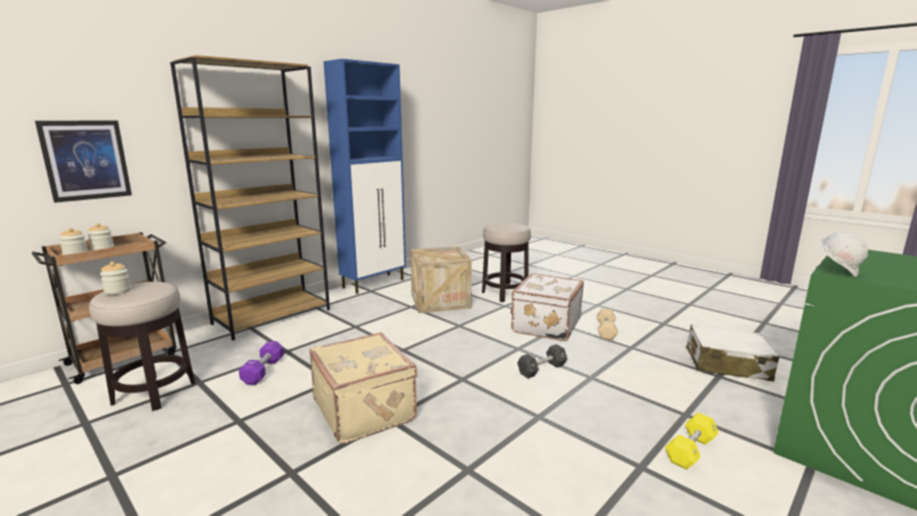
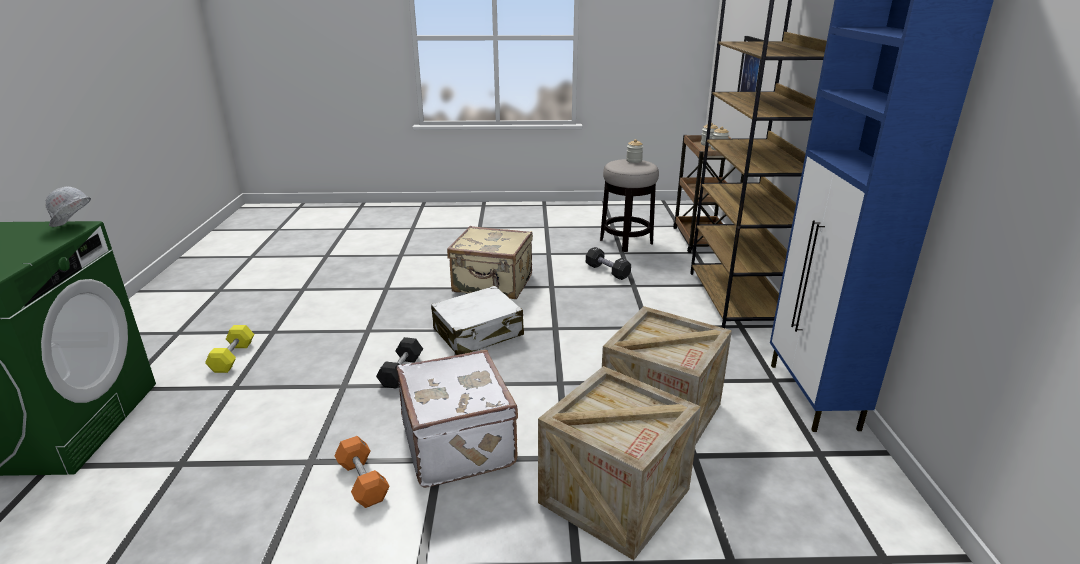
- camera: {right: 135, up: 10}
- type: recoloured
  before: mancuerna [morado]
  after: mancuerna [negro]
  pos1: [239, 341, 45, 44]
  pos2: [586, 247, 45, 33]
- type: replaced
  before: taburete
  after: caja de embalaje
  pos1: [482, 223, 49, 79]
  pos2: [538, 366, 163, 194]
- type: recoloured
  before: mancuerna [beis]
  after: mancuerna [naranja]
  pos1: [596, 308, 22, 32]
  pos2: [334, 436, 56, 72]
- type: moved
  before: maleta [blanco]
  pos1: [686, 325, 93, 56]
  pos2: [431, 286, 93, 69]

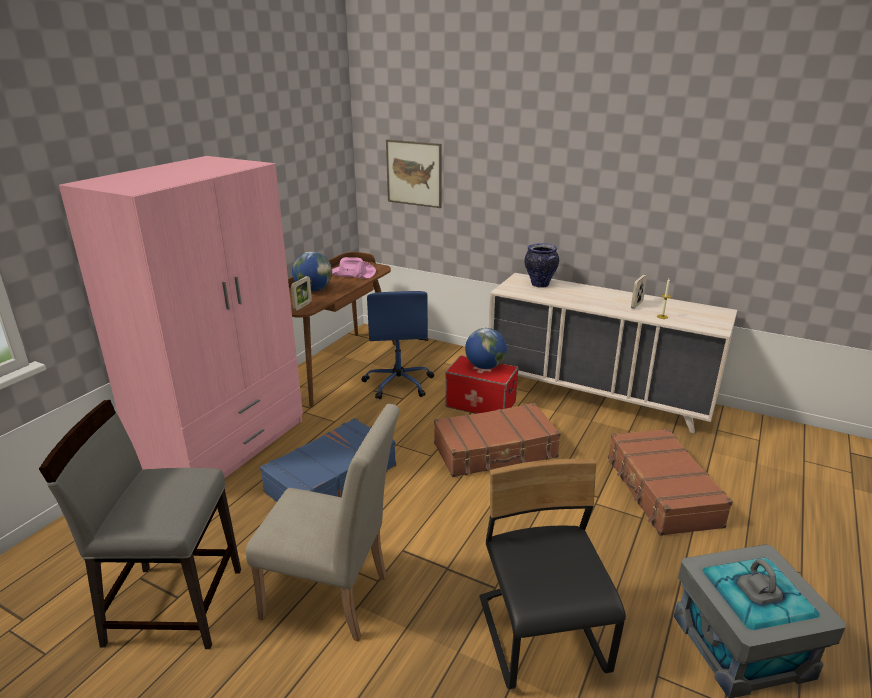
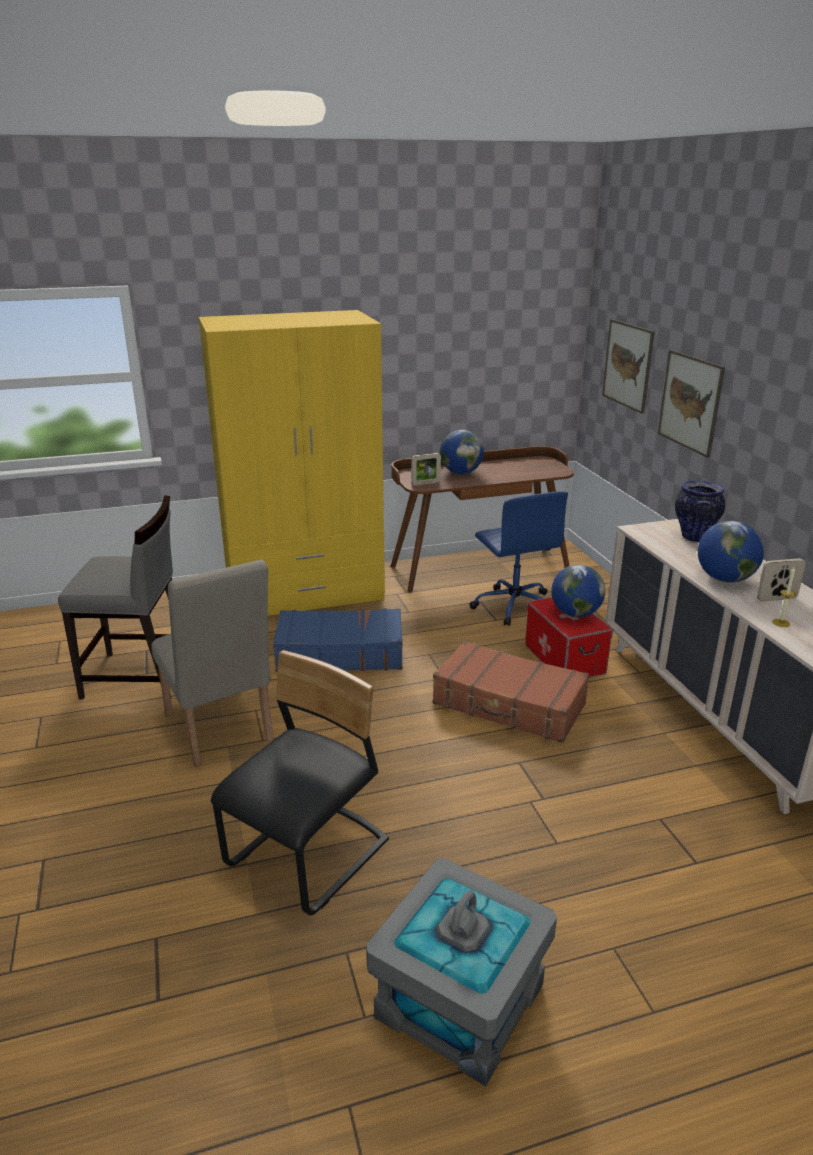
- camera: {right: 45, up: 0}
- type: turned
  before: silla [gris]
  pos1: [39, 400, 202, 249]
  pos2: [58, 495, 115, 205]
  turn: 135
- type: recoloured
  before: armario ropero [rosa]
  after: armario ropero [amarillo]
  pos1: [59, 156, 244, 323]
  pos2: [199, 310, 186, 306]
- type: removed
  before: sombrero [rosa]
  pos1: [332, 257, 44, 21]
- type: turned
  before: silla de oficina [azul]
  pos1: [361, 291, 73, 108]
  pos2: [470, 491, 98, 135]
  turn: -60
- type: removed
  before: maleta [marrón]
  pos1: [608, 428, 125, 108]
- type: added
  after: cuadro
  pos2: [658, 350, 67, 108]
- type: added
  after: globo terráqueo
  pos2: [698, 521, 66, 61]

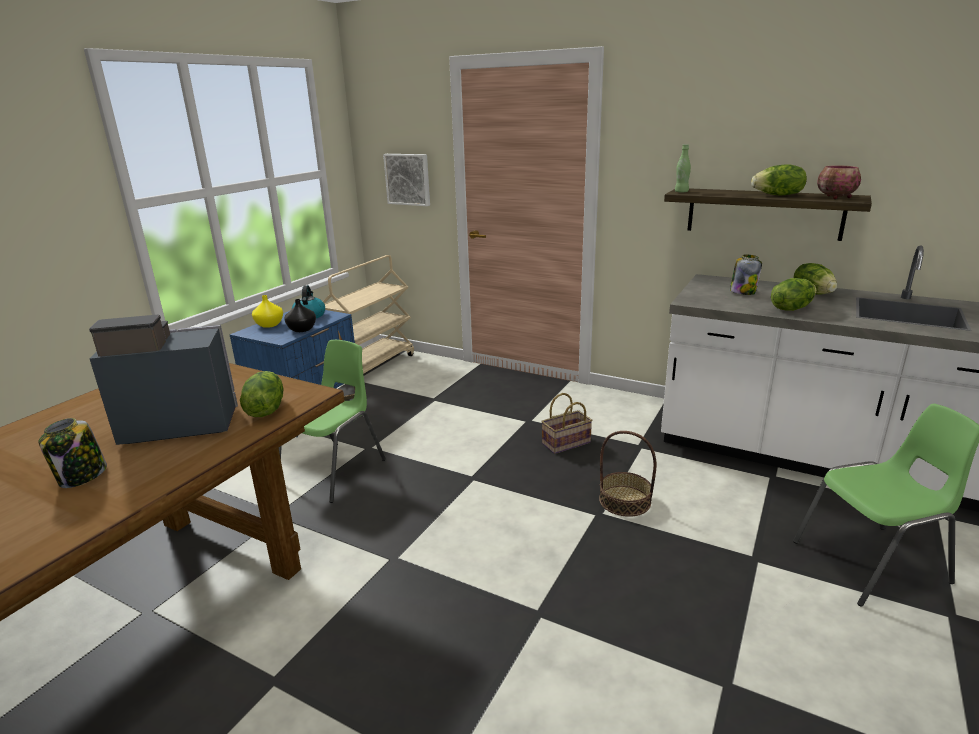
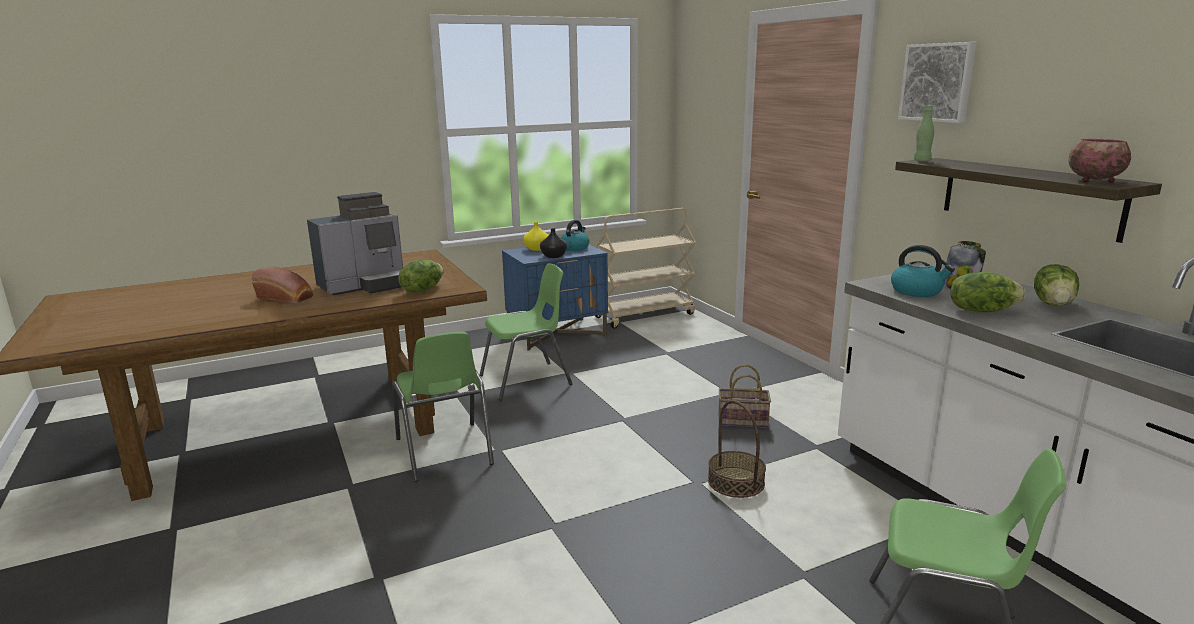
- camera: {right: 35, up: -5}
- type: replaced
  before: tarro
  after: pan
  pos1: [38, 418, 69, 70]
  pos2: [252, 267, 61, 36]
- type: turned
  before: cafetera
  pos1: [89, 315, 149, 130]
  pos2: [307, 192, 96, 103]
  turn: 120
- type: moved
  before: cuadro
  pos1: [383, 154, 47, 52]
  pos2: [898, 42, 79, 81]
- type: removed
  before: lechuga
  pos1: [751, 165, 56, 31]
- type: added
  after: silla [verde]
  pos2: [392, 332, 102, 150]
- type: added
  after: hervidor
  pos2: [891, 245, 64, 52]

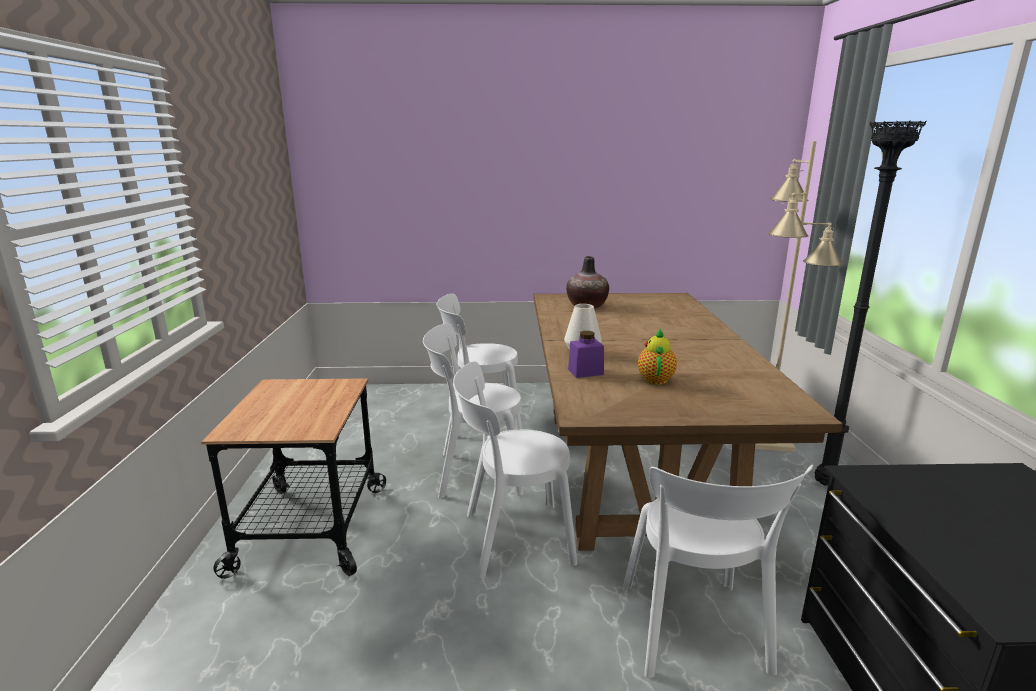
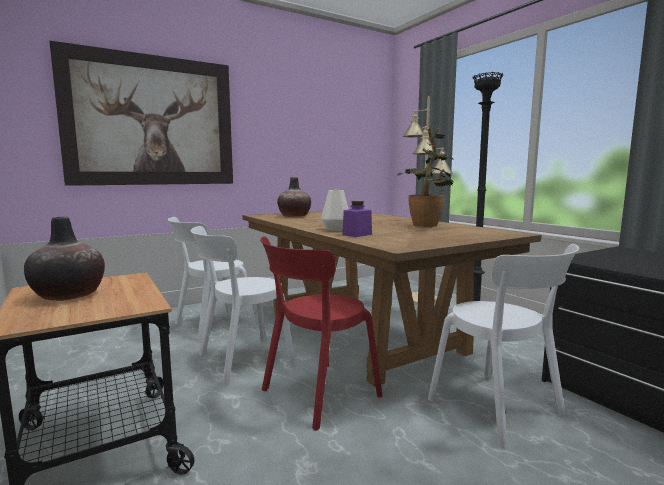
- camera: {right: -30, up: -10}
- type: recoloured
  before: silla [blanco]
  after: silla [rojo]
  pos1: [453, 361, 125, 217]
  pos2: [260, 236, 123, 195]
- type: removed
  before: tetera
  pos1: [638, 328, 39, 57]
- type: added
  after: florero
  pos2: [24, 217, 81, 84]
- type: added
  after: cuadro
  pos2: [49, 40, 184, 146]
- type: added
  after: planta en maceta
  pos2: [397, 128, 58, 99]

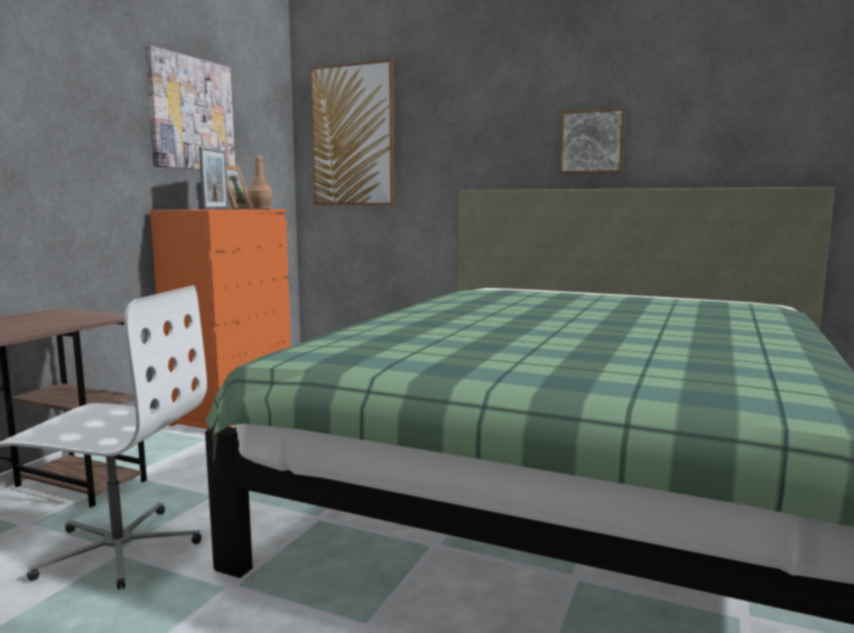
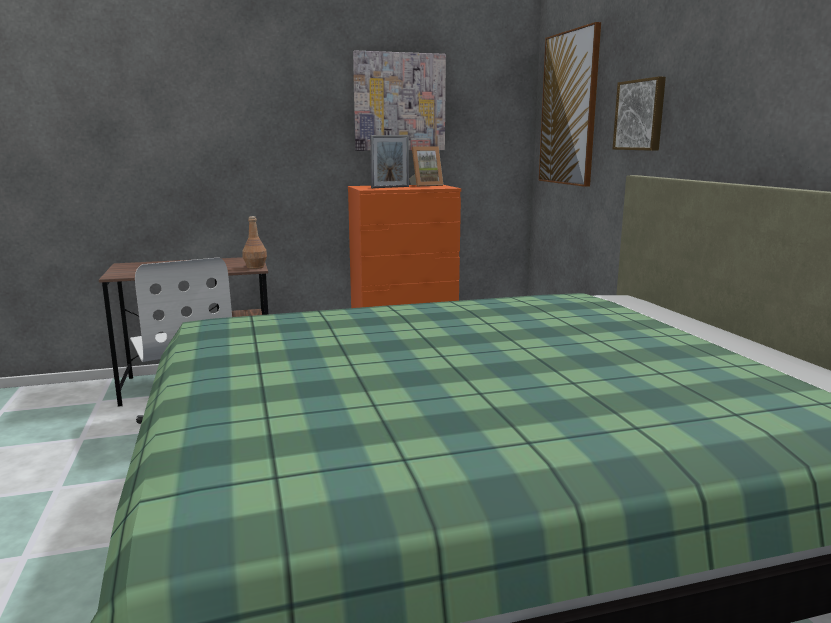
- camera: {right: 50, up: 5}
- type: moved
  before: botella [marrón]
  pos1: [248, 156, 25, 53]
  pos2: [242, 216, 25, 53]
- type: moved
  before: cuadro
  pos1: [560, 108, 65, 66]
  pos2: [613, 76, 53, 75]

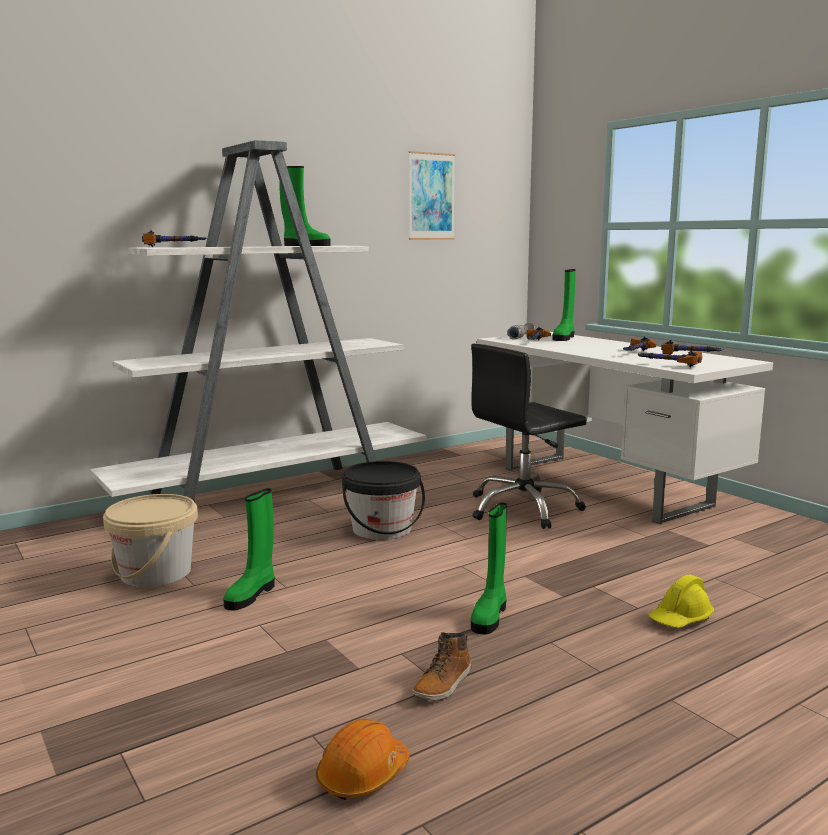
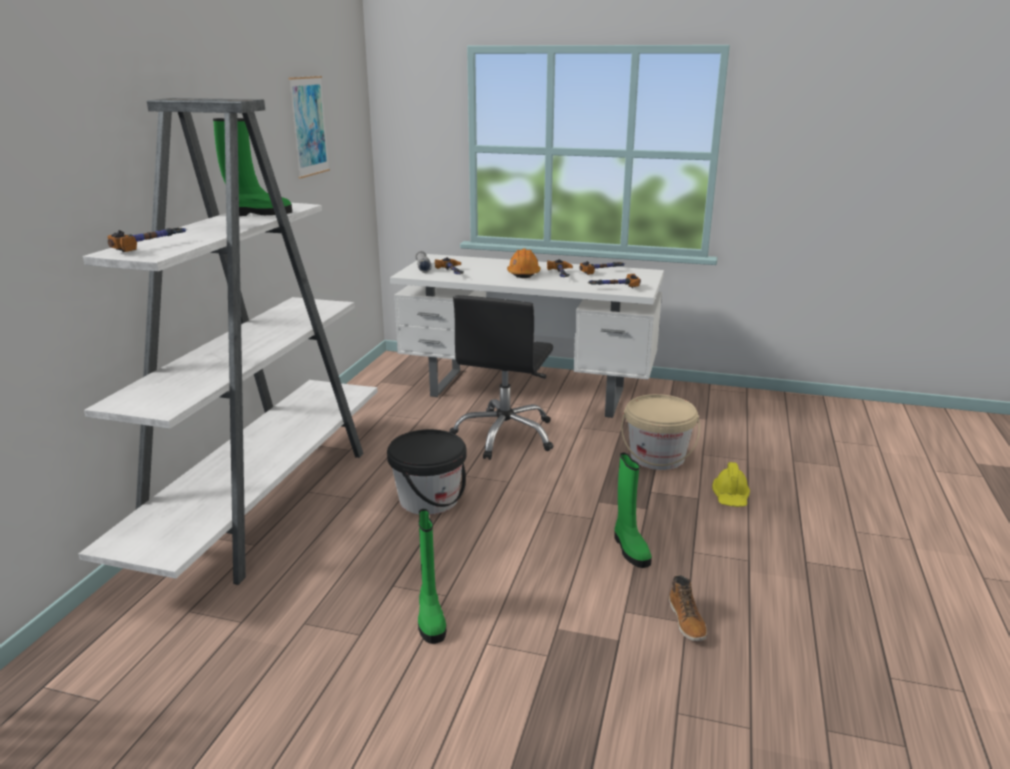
- camera: {right: -40, up: 10}
- type: moved
  before: cubo [beis]
  pos1: [103, 494, 95, 93]
  pos2: [621, 394, 79, 76]
- type: moved
  before: casco [naranja]
  pos1: [316, 719, 94, 81]
  pos2: [507, 248, 34, 30]
- type: removed
  before: bota [verde]
  pos1: [552, 269, 24, 72]

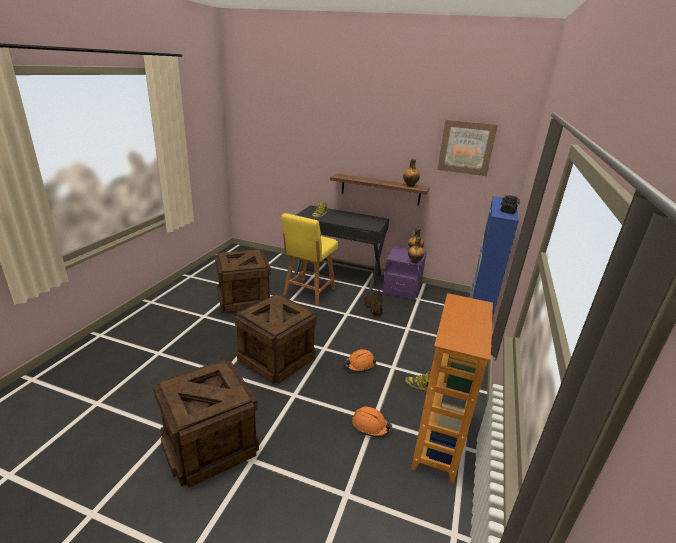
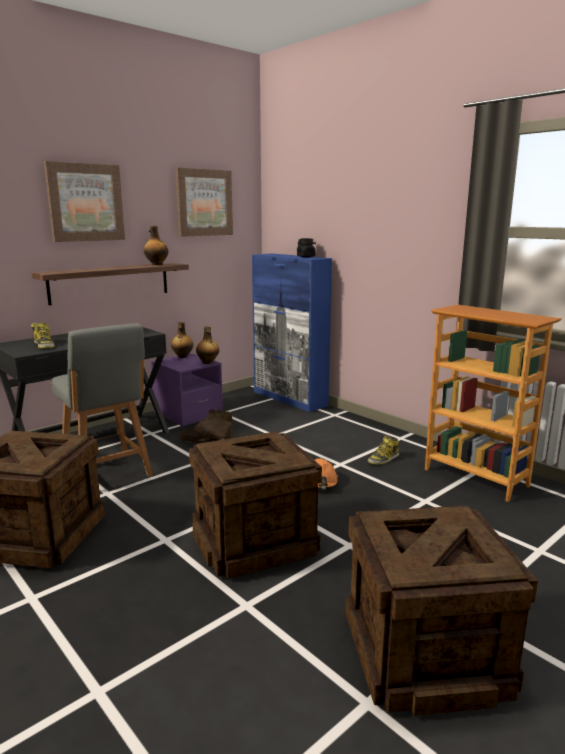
- camera: {right: -60, up: -10}
- type: recoloured
  before: silla [amarillo]
  after: silla [gris]
  pos1: [282, 213, 56, 93]
  pos2: [51, 323, 102, 153]
- type: removed
  before: casco [naranja]
  pos1: [352, 406, 40, 31]
- type: added
  after: cuadro
  pos2: [44, 161, 81, 81]

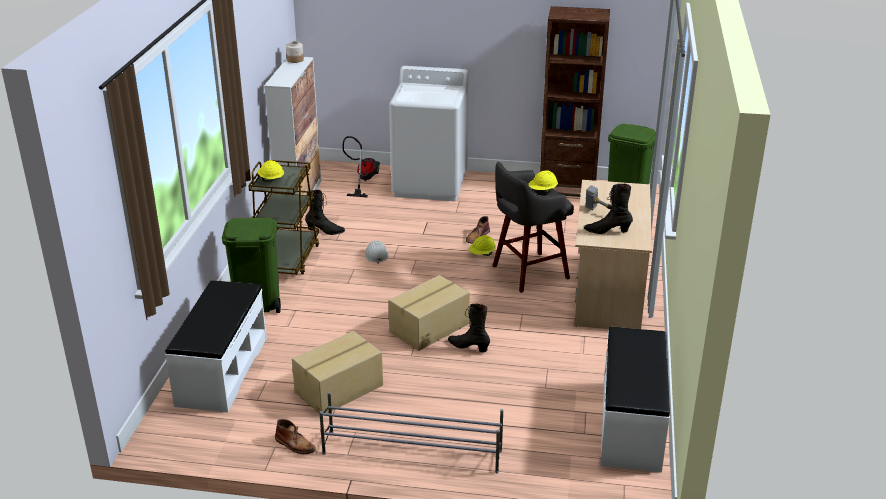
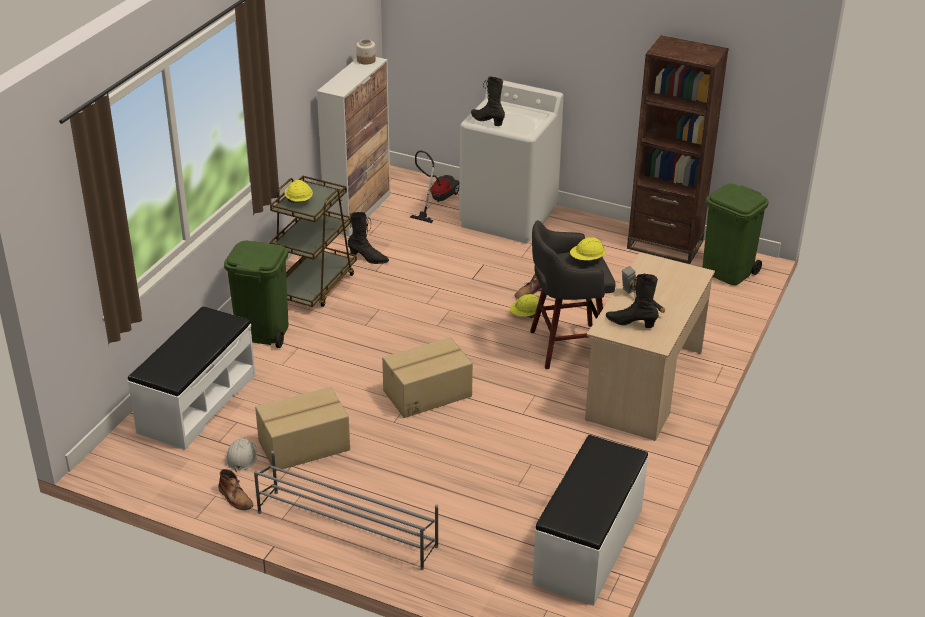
- camera: {right: 15, up: 5}
- type: moved
  before: casco [blanco]
  pos1: [365, 240, 24, 24]
  pos2: [226, 438, 31, 34]
- type: moved
  before: bota [negro]
  pos1: [448, 304, 42, 48]
  pos2: [471, 77, 34, 49]

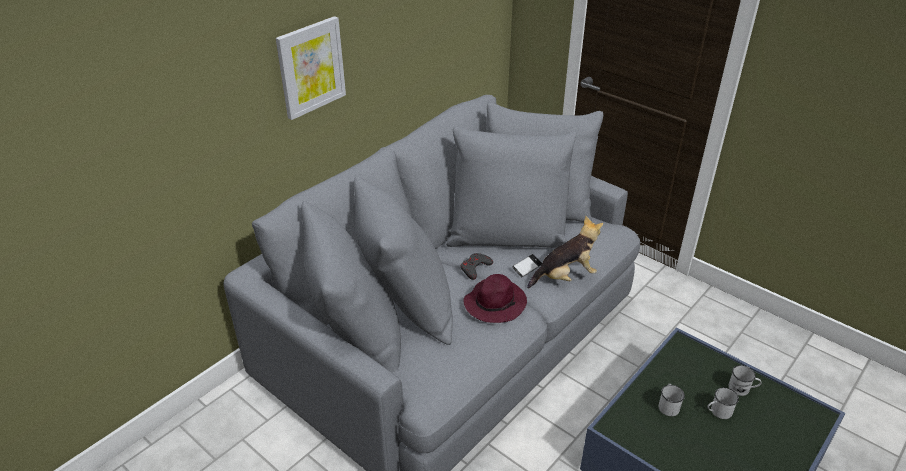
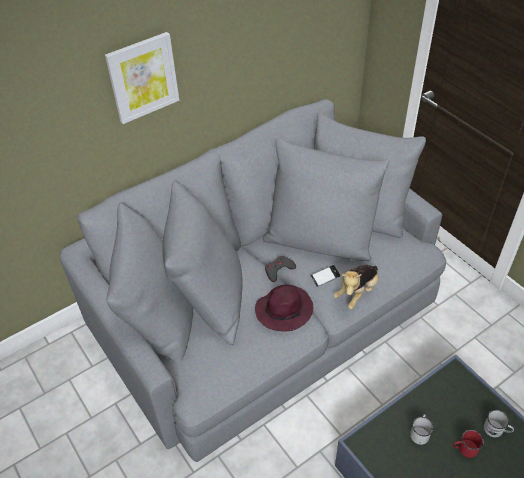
- camera: {right: 15, up: 10}
- type: turned
  before: peluche
  pos1: [527, 216, 76, 73]
  pos2: [334, 265, 45, 44]
  turn: 135
- type: recoloured
  before: taza grande [blanco]
  after: taza grande [rojo]
  pos1: [707, 387, 32, 32]
  pos2: [453, 430, 31, 28]

